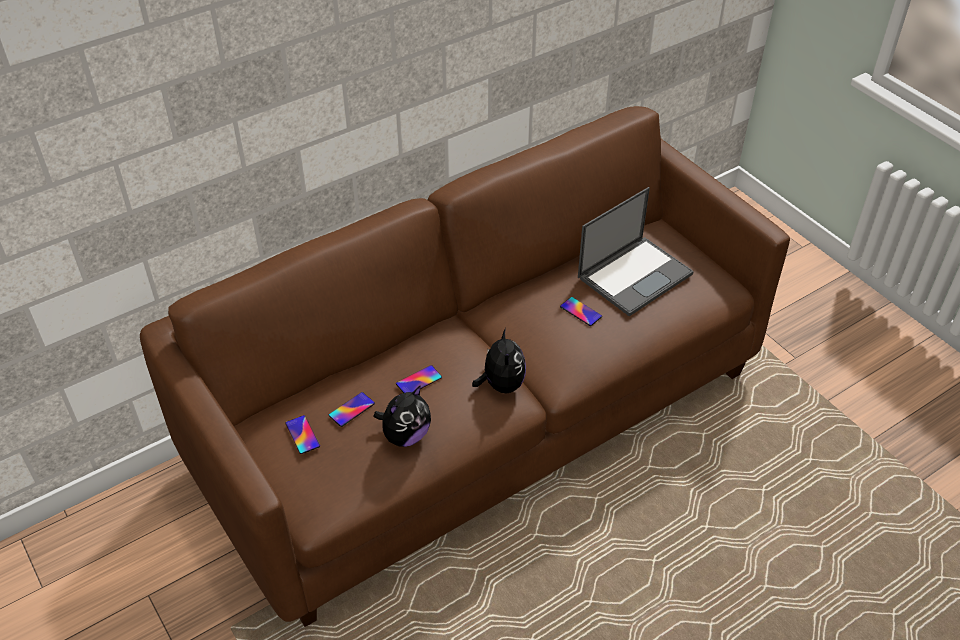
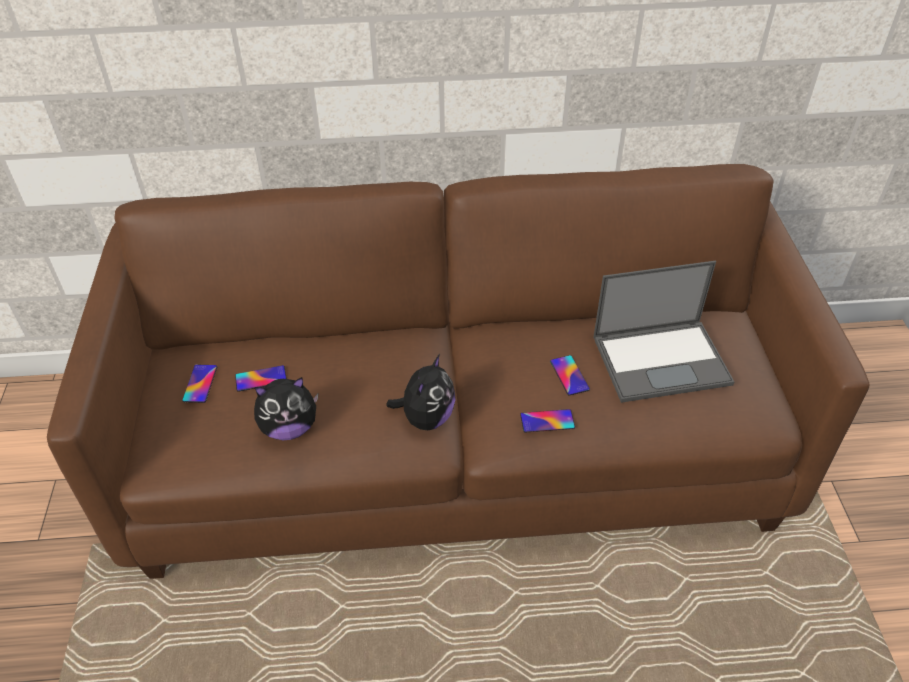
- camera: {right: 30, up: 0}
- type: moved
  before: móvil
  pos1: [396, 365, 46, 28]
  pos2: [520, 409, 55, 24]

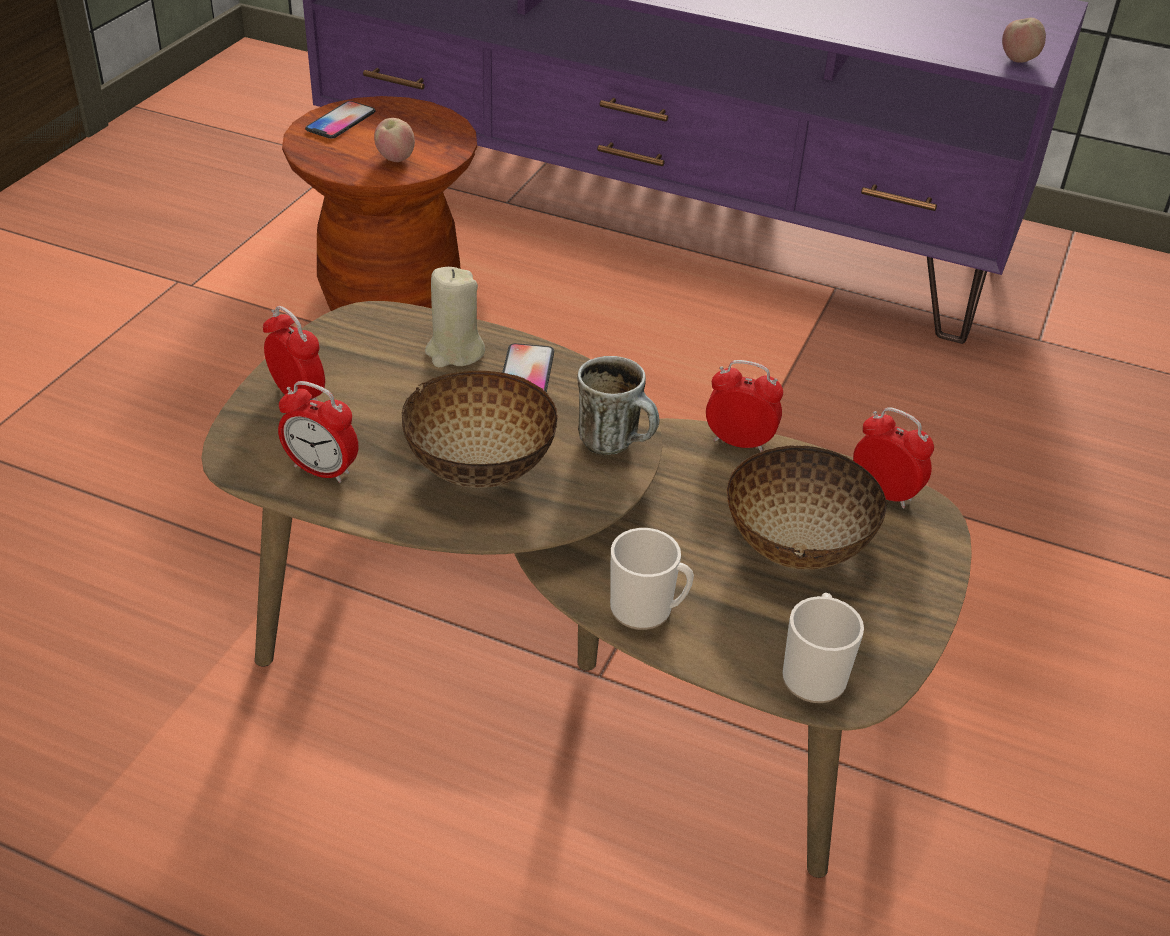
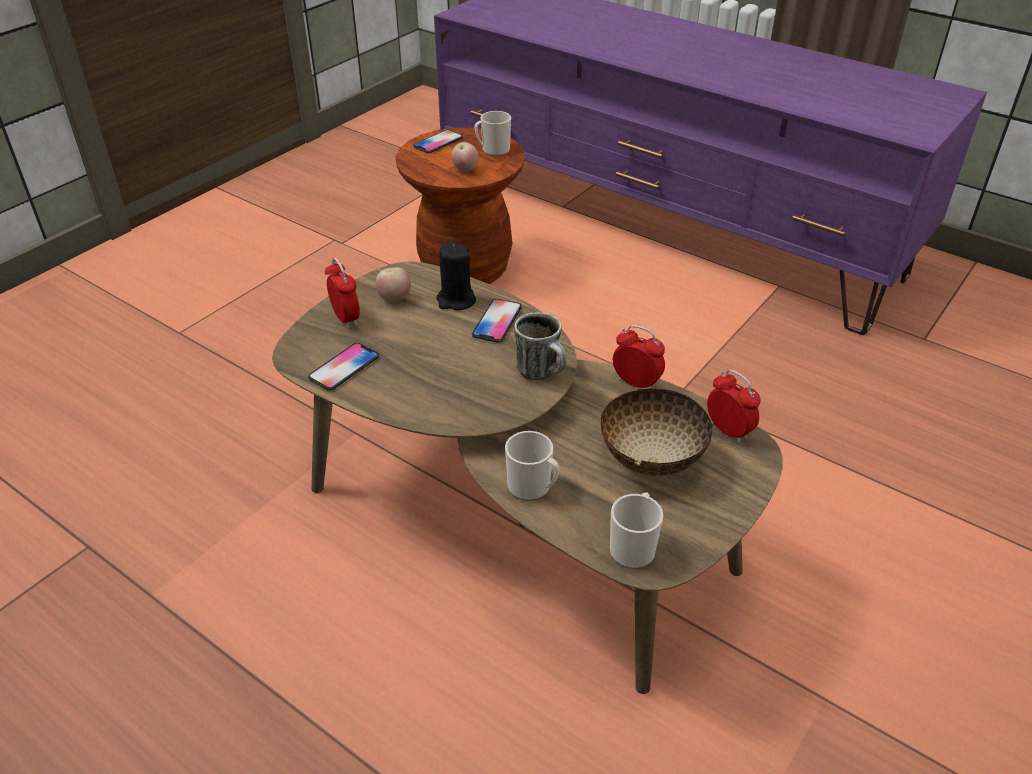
- camera: {right: 15, up: 0}
- type: replaced
  before: despertador
  after: móvil
  pos1: [278, 381, 81, 102]
  pos2: [308, 343, 71, 47]
- type: removed
  before: cuenco
  pos1: [402, 371, 156, 117]
- type: recoloured
  before: vela [beis]
  after: vela [negro]
  pos1: [425, 267, 60, 101]
  pos2: [436, 242, 40, 68]
- type: moved
  before: manzana
  pos1: [1002, 18, 44, 45]
  pos2: [375, 267, 36, 36]
- type: added
  after: taza grande
  pos2: [475, 111, 36, 45]

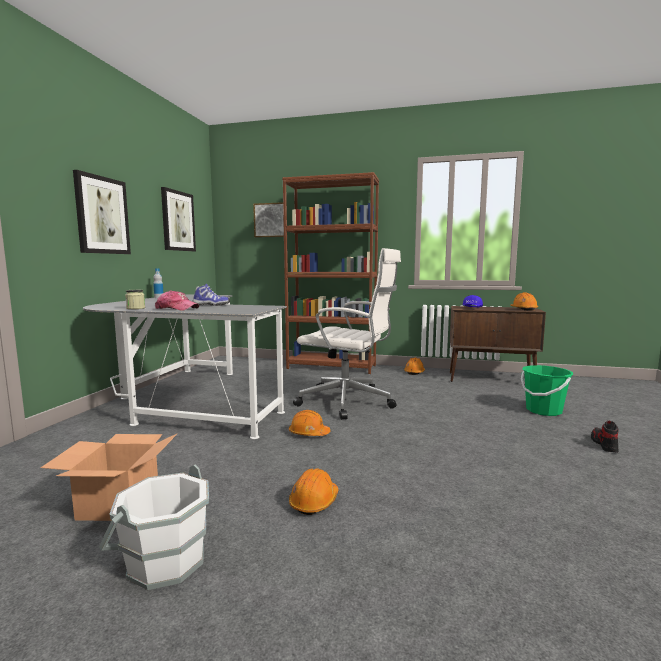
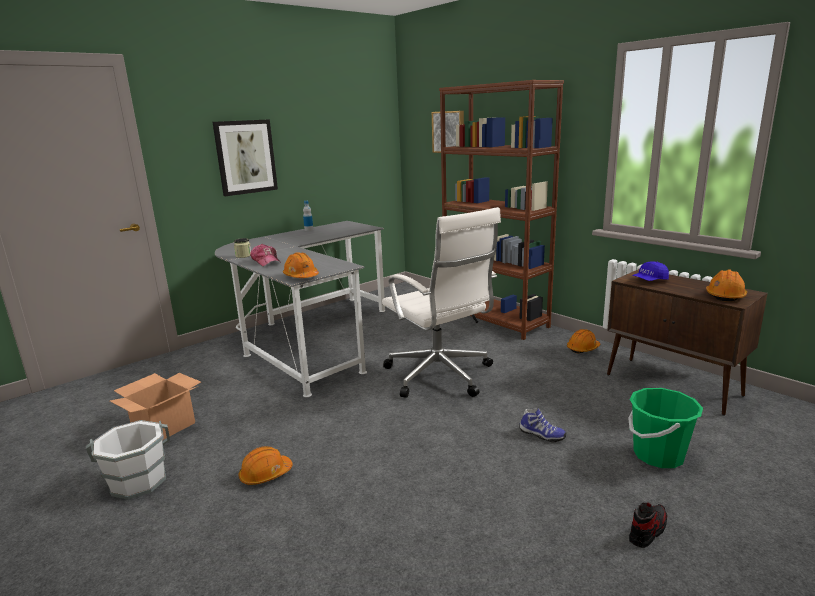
- camera: {right: 35, up: 10}
- type: removed
  before: cuadro
  pos1: [161, 187, 35, 64]
- type: moved
  before: zapato
  pos1: [193, 284, 37, 22]
  pos2: [519, 408, 47, 34]
- type: moved
  before: casco [naranja]
  pos1: [289, 410, 41, 26]
  pos2: [283, 252, 36, 26]

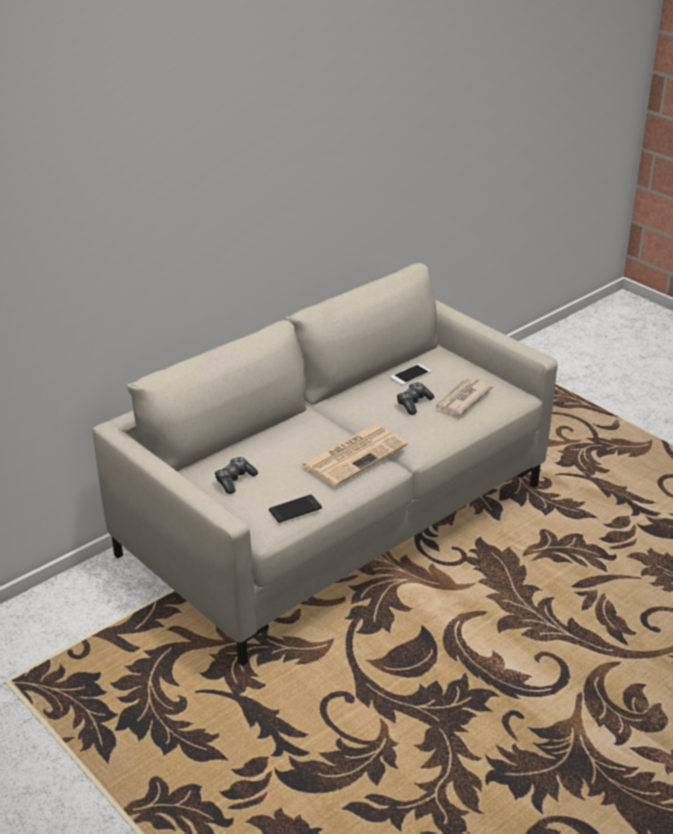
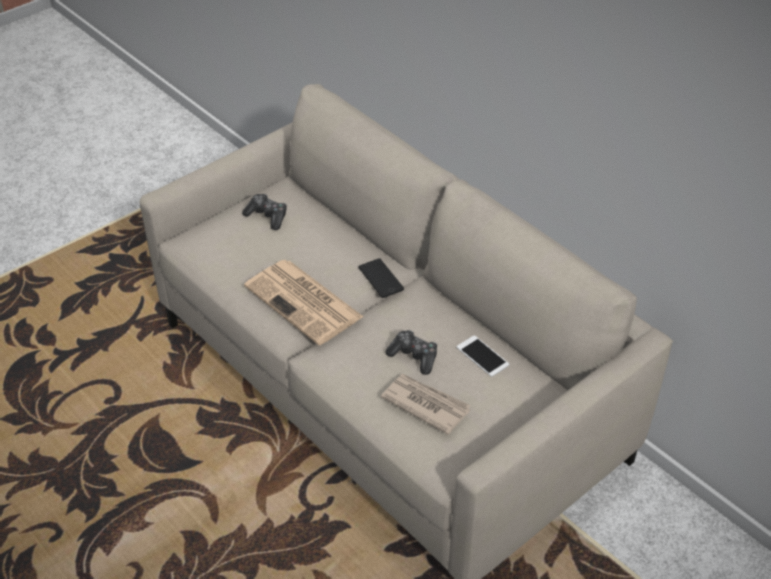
- camera: {right: 90, up: 10}
- type: moved
  before: móvil
  pos1: [269, 494, 53, 29]
  pos2: [359, 258, 45, 40]

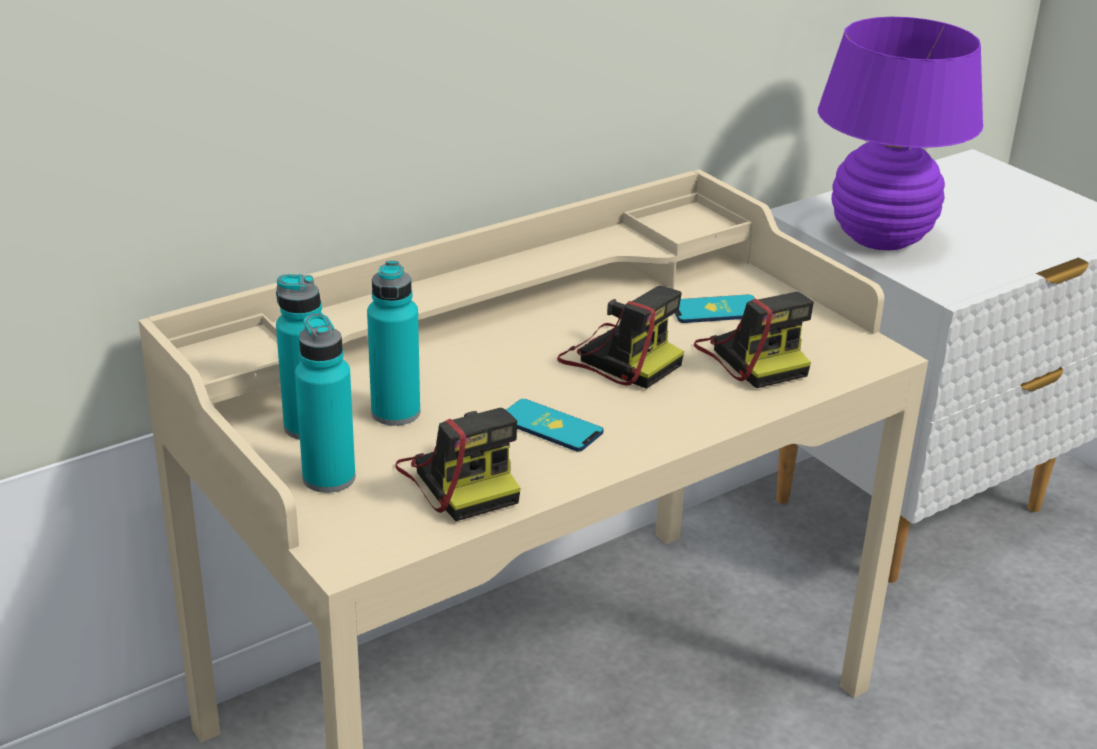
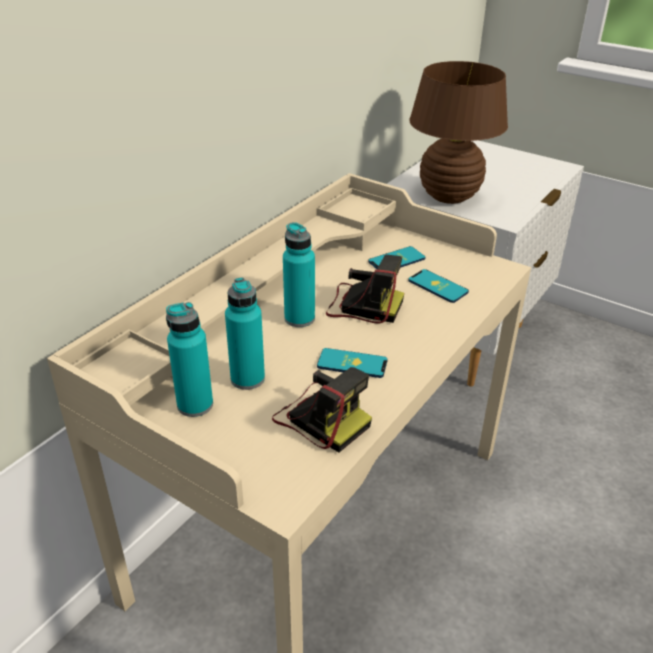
- camera: {right: -20, up: 5}
- type: moved
  before: botella [turquesa]
  pos1: [295, 314, 61, 179]
  pos2: [283, 222, 32, 105]
- type: replaced
  before: cámara
  after: móvil
  pos1: [694, 292, 120, 96]
  pos2: [408, 269, 61, 34]
- type: recoloured
  before: lámpara de mesa [morado]
  after: lámpara de mesa [marrón]
  pos1: [818, 17, 165, 233]
  pos2: [409, 61, 99, 143]

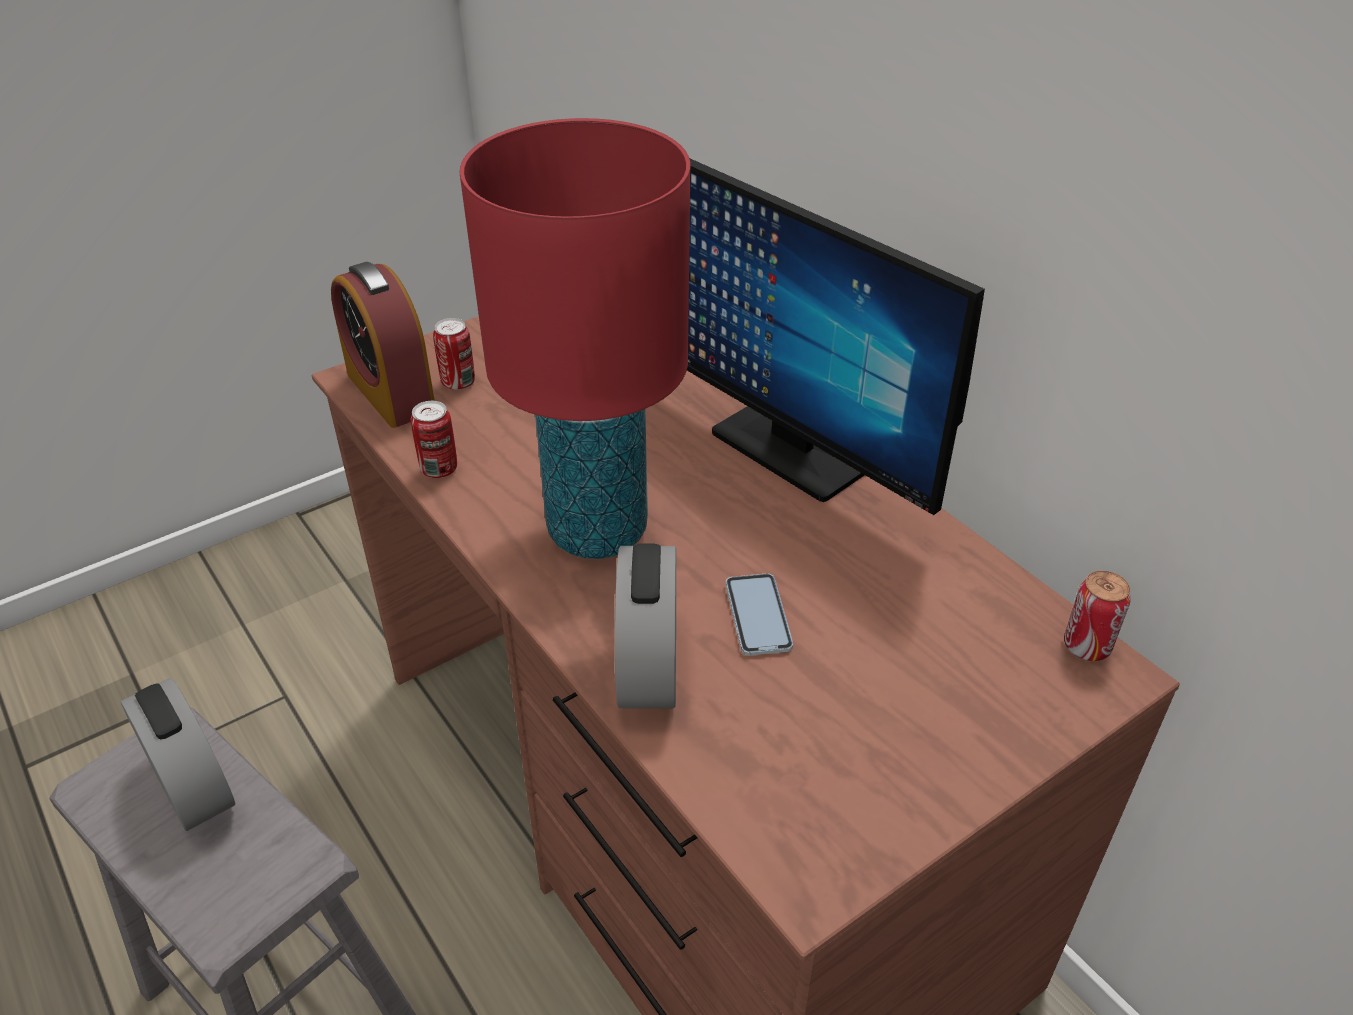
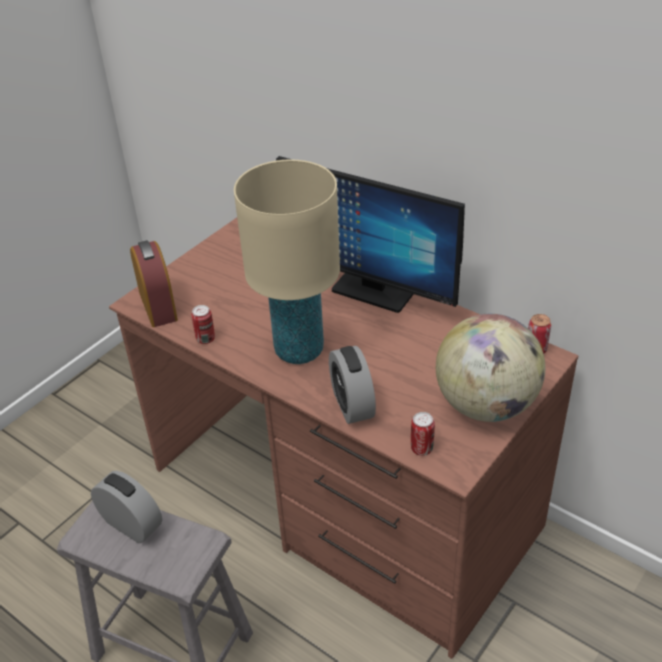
- camera: {right: -15, up: 0}
- type: turned
  before: despertador
  pos1: [331, 262, 104, 166]
  pos2: [130, 240, 48, 87]
  turn: -150
- type: moved
  before: lata
  pos1: [433, 318, 42, 72]
  pos2: [411, 412, 24, 44]
- type: recoloured
  before: lámpara de mesa [rojo]
  after: lámpara de mesa [beis]
  pos1: [460, 118, 230, 441]
  pos2: [234, 160, 106, 204]
- type: removed
  before: móvil
  pos1: [726, 573, 67, 83]
- type: added
  after: globo terráqueo
  pos2: [436, 314, 109, 108]

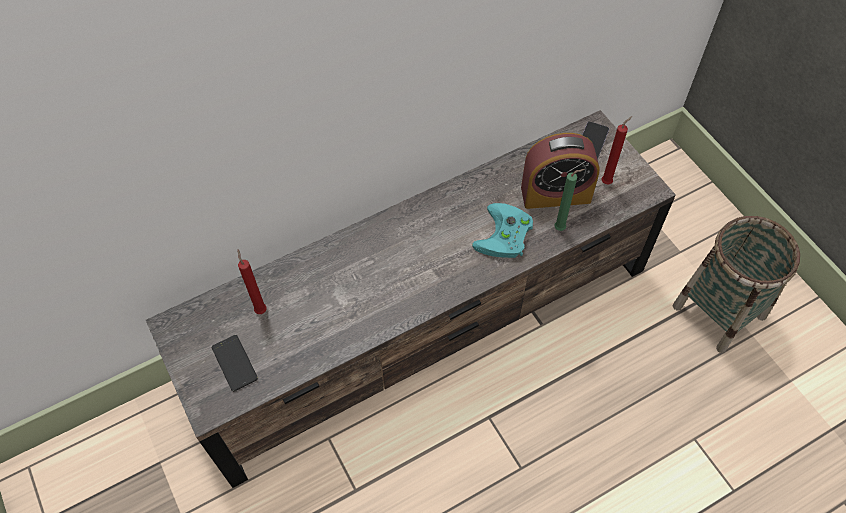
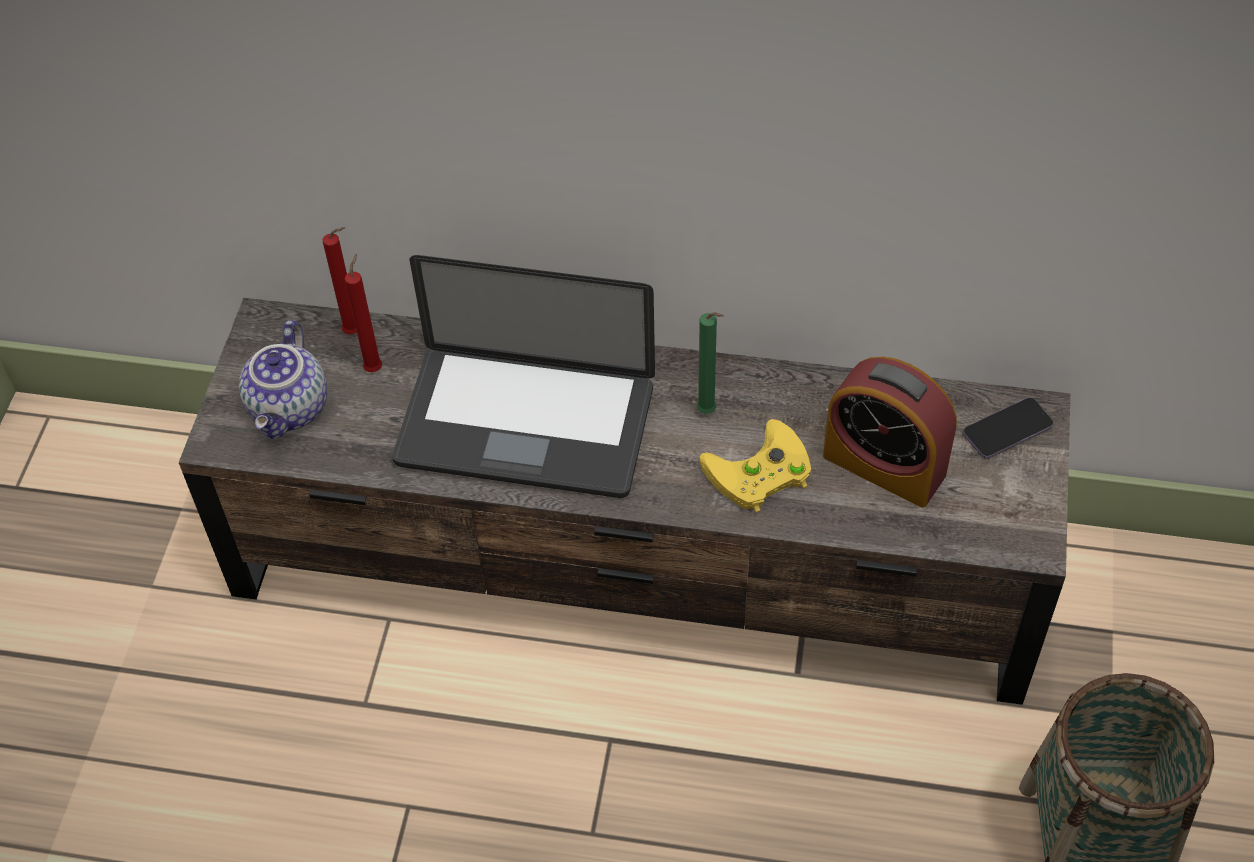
- camera: {right: 40, up: -5}
- type: replaced
  before: móvil
  after: tetera
  pos1: [212, 335, 46, 56]
  pos2: [239, 320, 88, 119]
- type: recoloured
  before: mando de consola [turquesa]
  after: mando de consola [amarillo]
  pos1: [472, 203, 61, 55]
  pos2: [699, 419, 112, 94]
- type: moved
  before: vela [verde]
  pos1: [554, 169, 31, 62]
  pos2: [697, 312, 27, 102]
- type: moved
  before: vela [rojo]
  pos1: [602, 116, 30, 68]
  pos2: [322, 227, 35, 108]
- type: added
  after: portátil
  pos2: [392, 255, 263, 243]

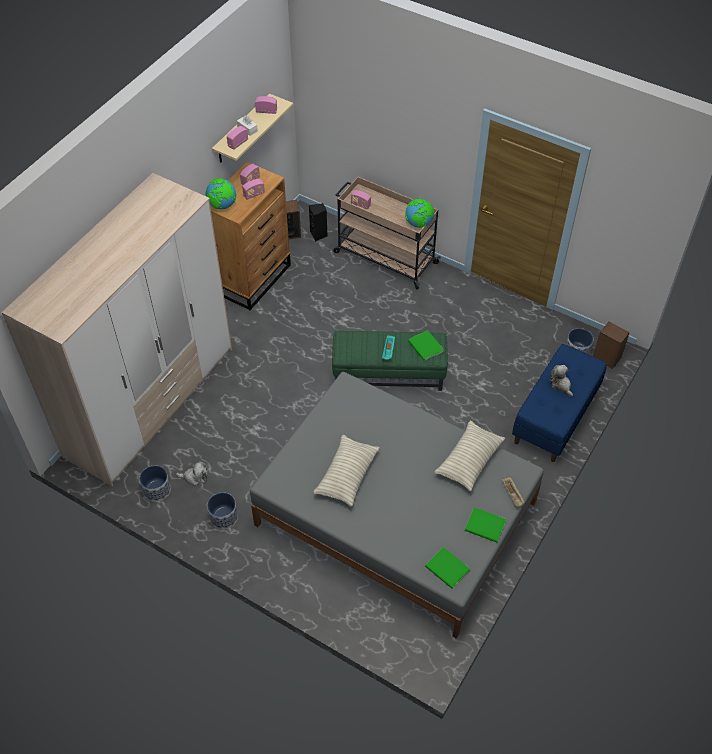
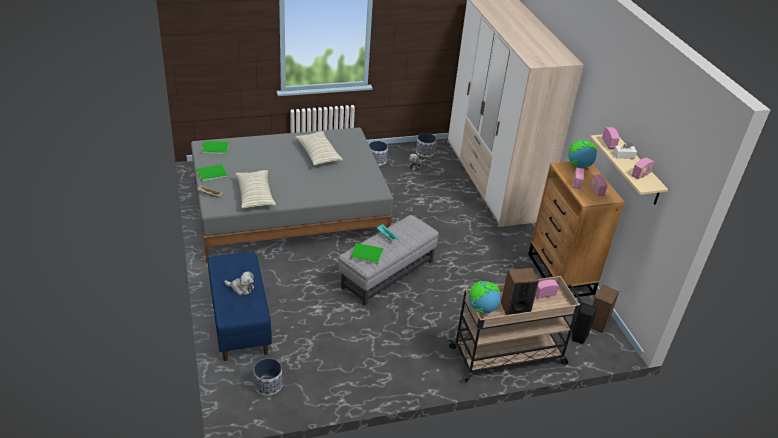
- camera: {right: 130, up: -15}
- type: recoloured
  before: puf [verde]
  after: puf [gris]
  pos1: [332, 331, 116, 60]
  pos2: [339, 215, 100, 91]
- type: moved
  before: altavoz
  pos1: [593, 322, 37, 47]
  pos2: [501, 268, 38, 47]

